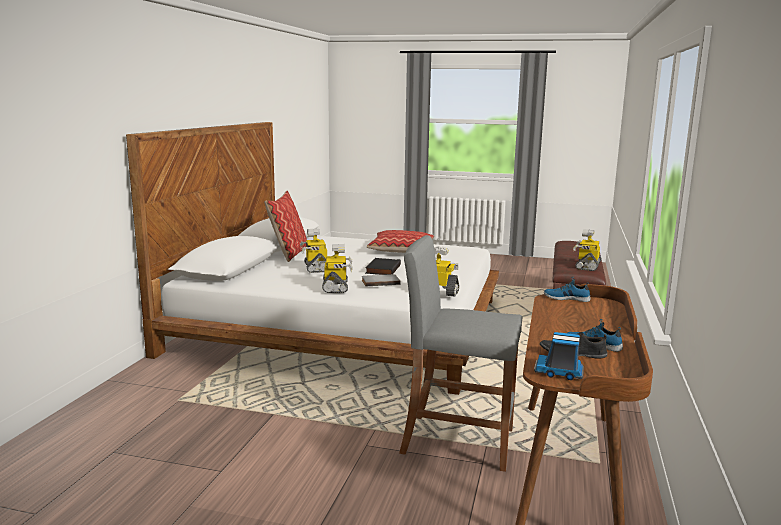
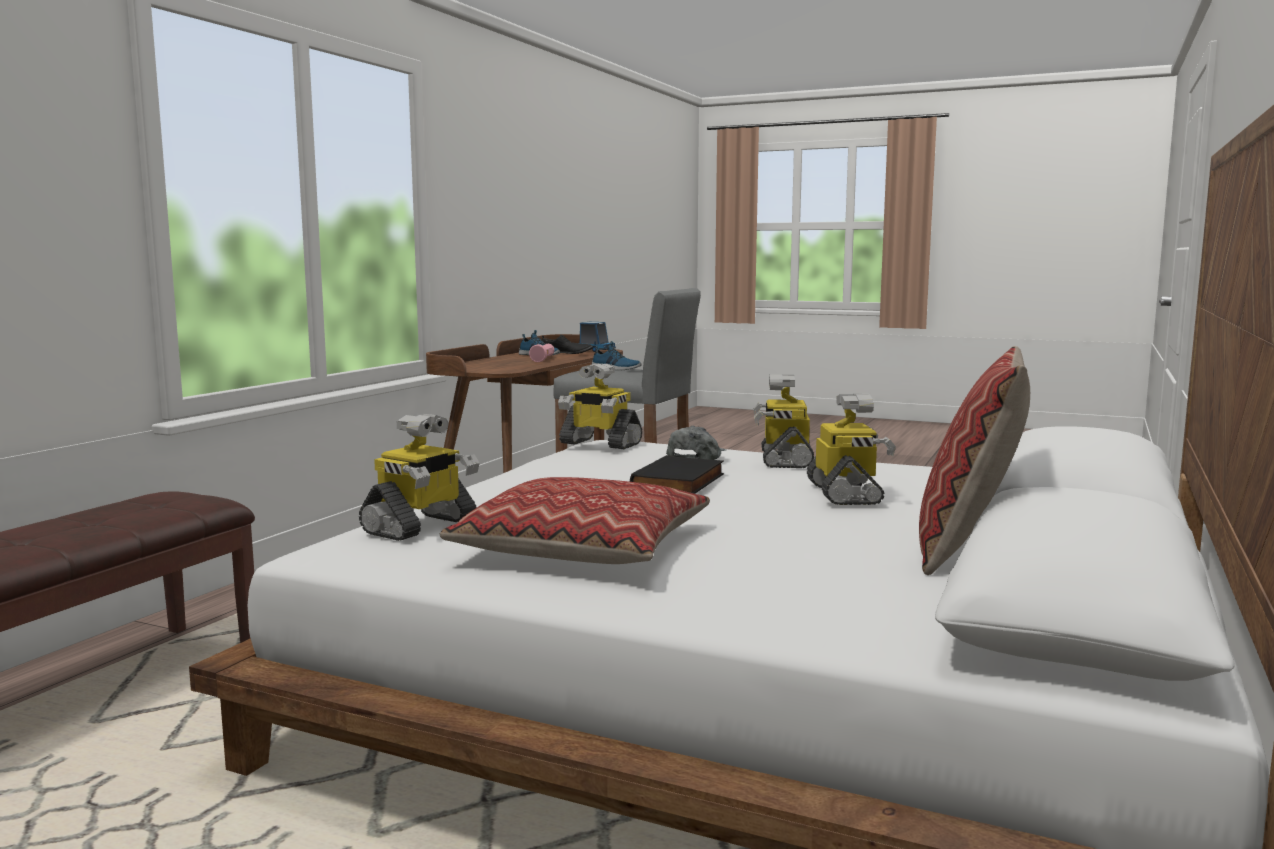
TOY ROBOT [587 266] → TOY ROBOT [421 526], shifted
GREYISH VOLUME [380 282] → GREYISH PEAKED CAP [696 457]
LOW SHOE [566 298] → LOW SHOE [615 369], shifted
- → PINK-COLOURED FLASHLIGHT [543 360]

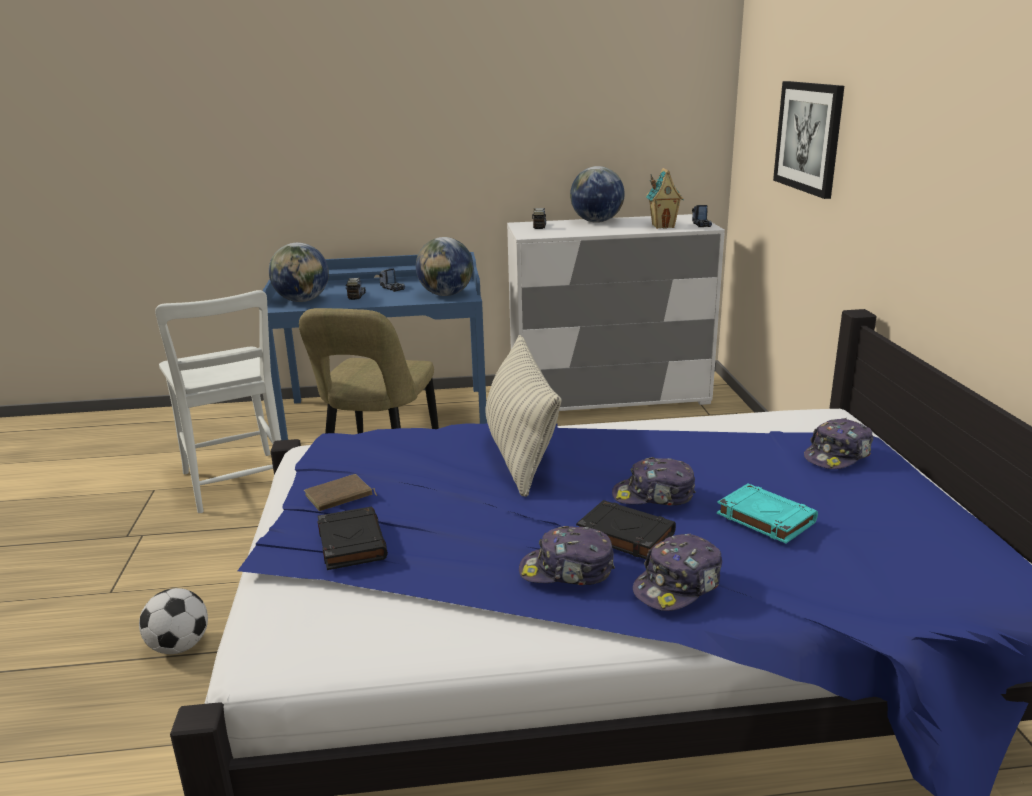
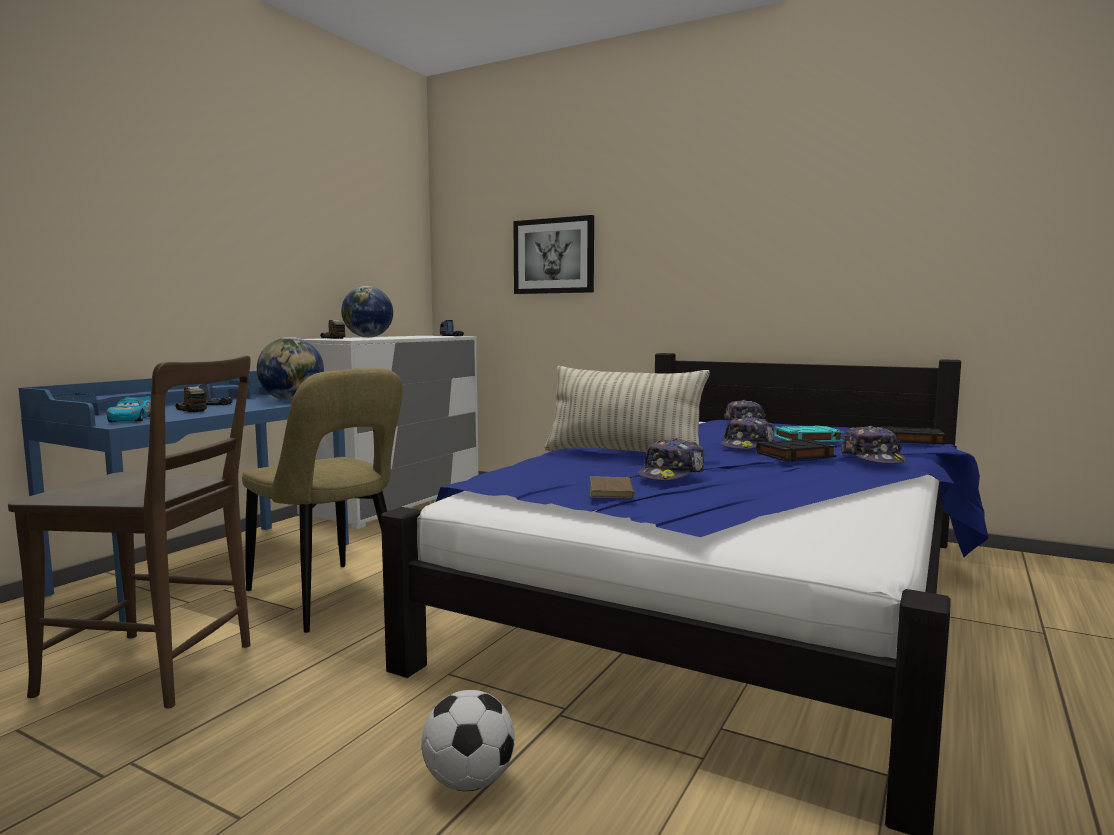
MINIATURE HOUSE [663 226] → -
GLOBE [302 300] → MODEL CAR [131 419]
WHITISH CHAIR [236 485] → BROWN-COLOURED CHAIR [158 670]
BLACK VOLUME [351 543] → BLACK VOLUME [910 440], shifted
PEAKED CAP [567 571] → PEAKED CAP [672 474], shifted

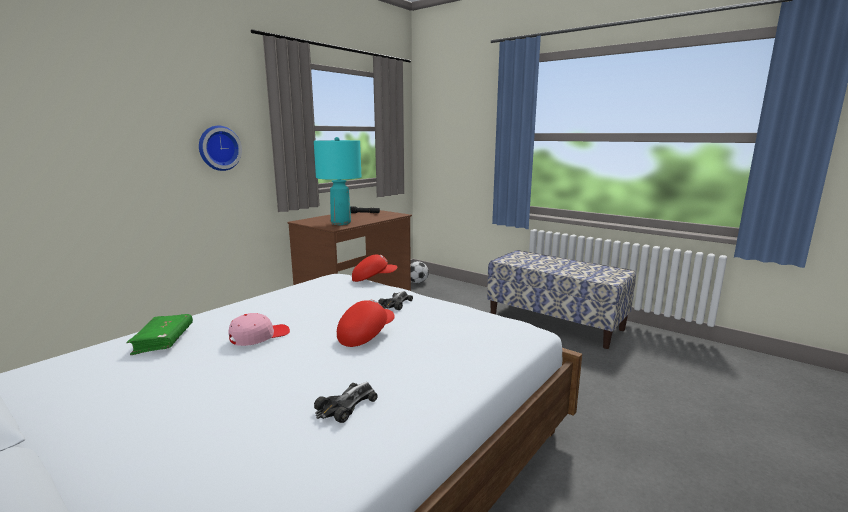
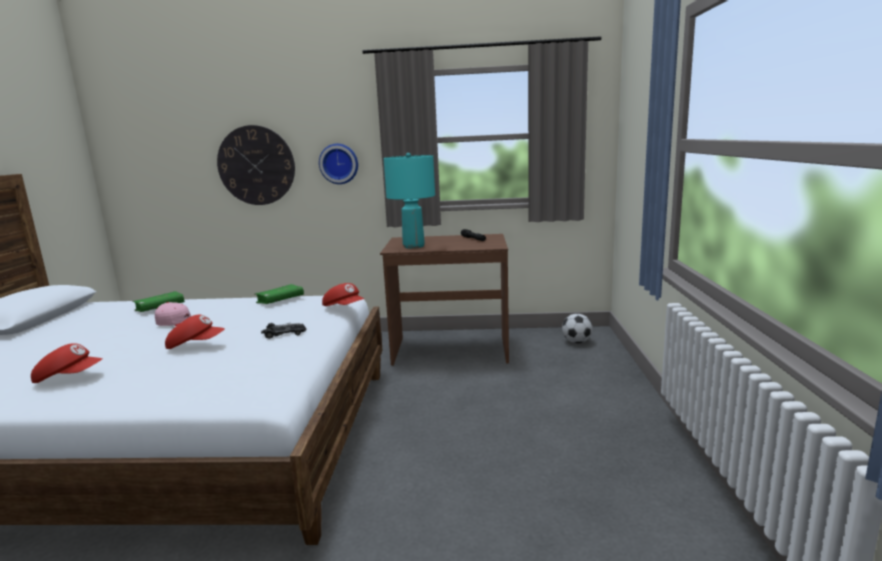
LONG SEAT [555 322] → -
MODEL CAR [347 406] → RED PEAKED CAP [70 378]
- → CLOCK ON THE WALL [256 165]
- → GREEN-COLOURED VOLUME [280 300]

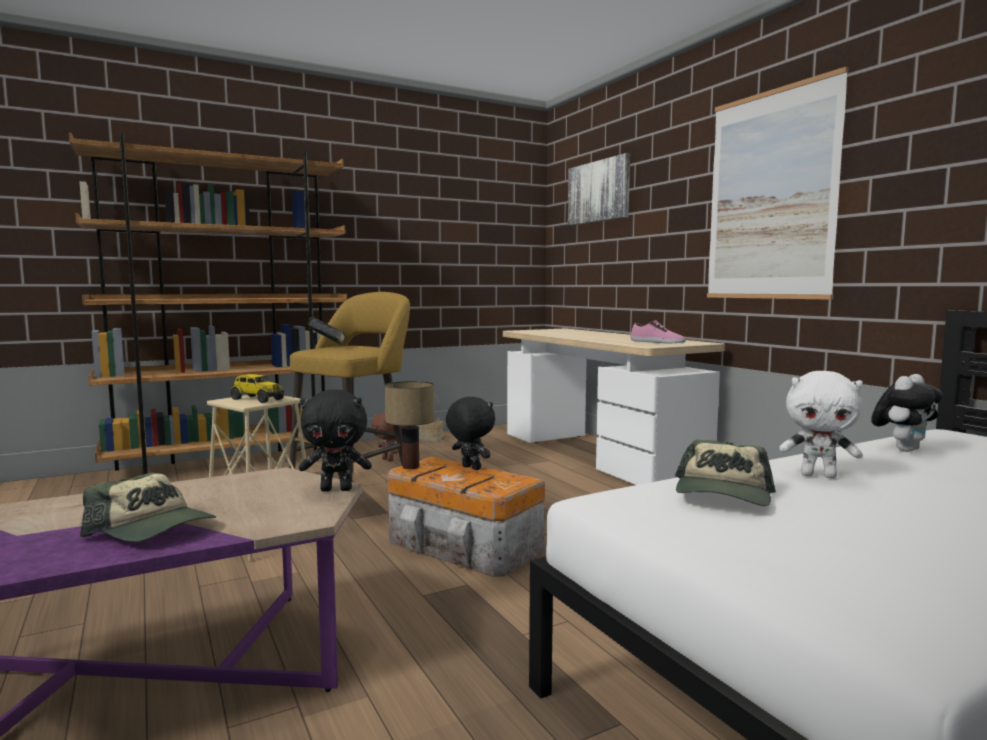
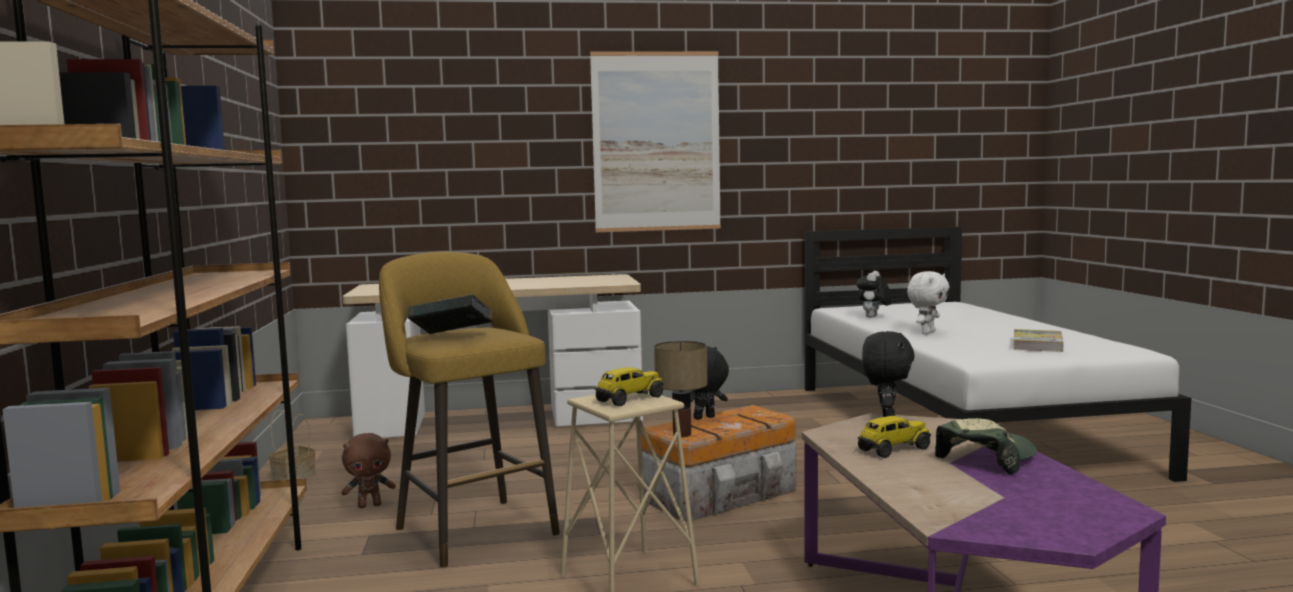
WALL ART [599 191] → -
LOW SHOE [657 342] → -
CUDDLY TOY [903 449] → CUDDLY TOY [873 317], 135 degrees counterclockwise
PEAKED CAP [723 494] → -
- → VOLUME [1037 344]
- → TOY TRUCK [893 450]

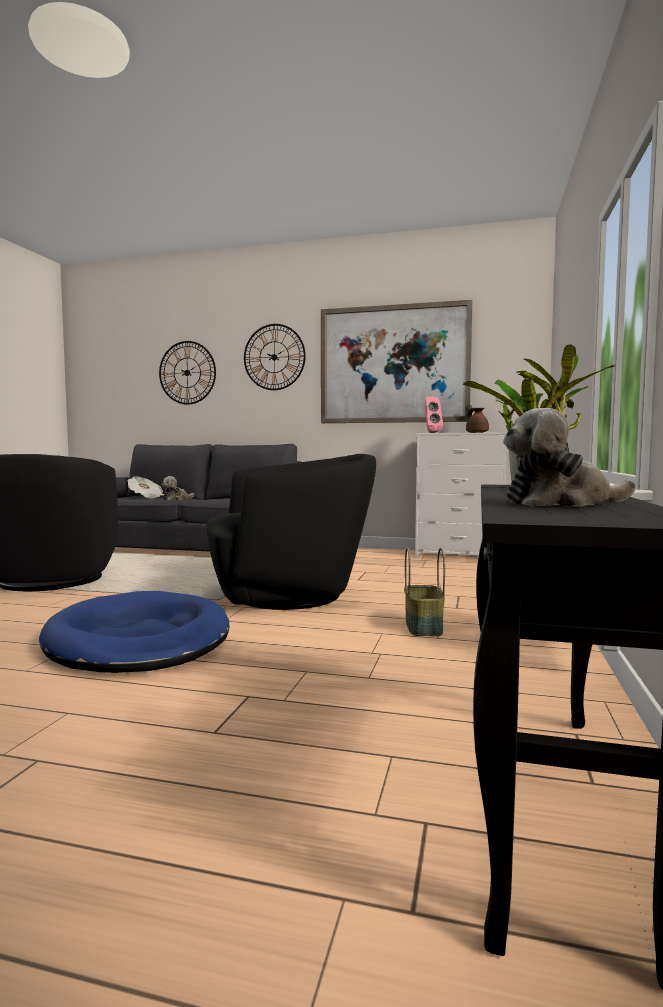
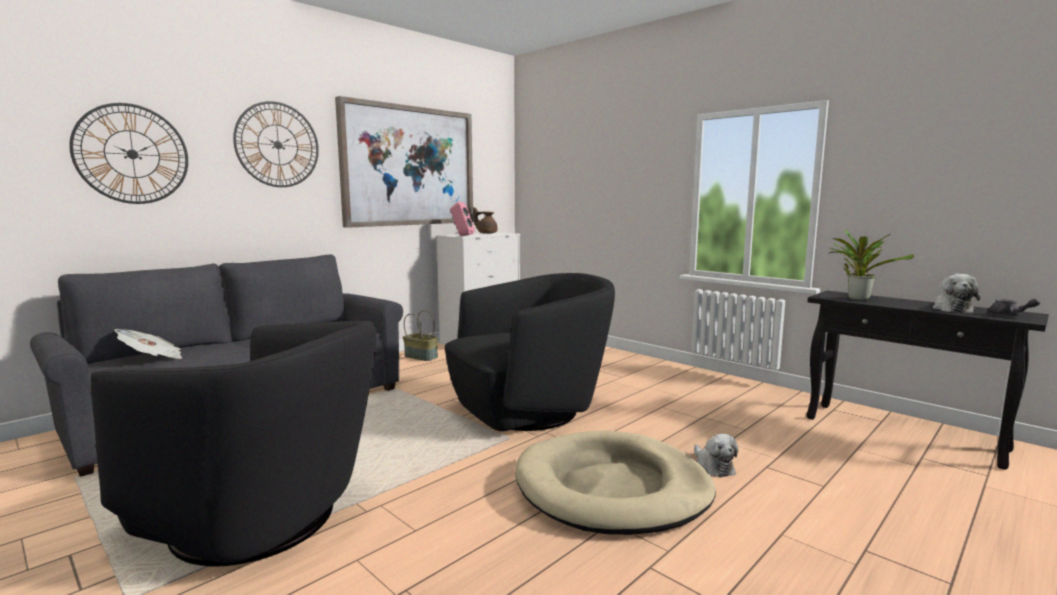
BLACK EASY CHAIR [290 595] → BLACK EASY CHAIR [530 411], 45 degrees clockwise
CUDDLY TOY [176 499] → CUDDLY TOY [713 466], shifted
HOUSEHOLD BASKET [424 627] → HOUSEHOLD BASKET [421 356], shifted
BLUE DOG CUSHION [139 640] → SAND-COLOURED DOG CUSHION [612 488]
- → GREYISH POT FOR TEA [1009 315]

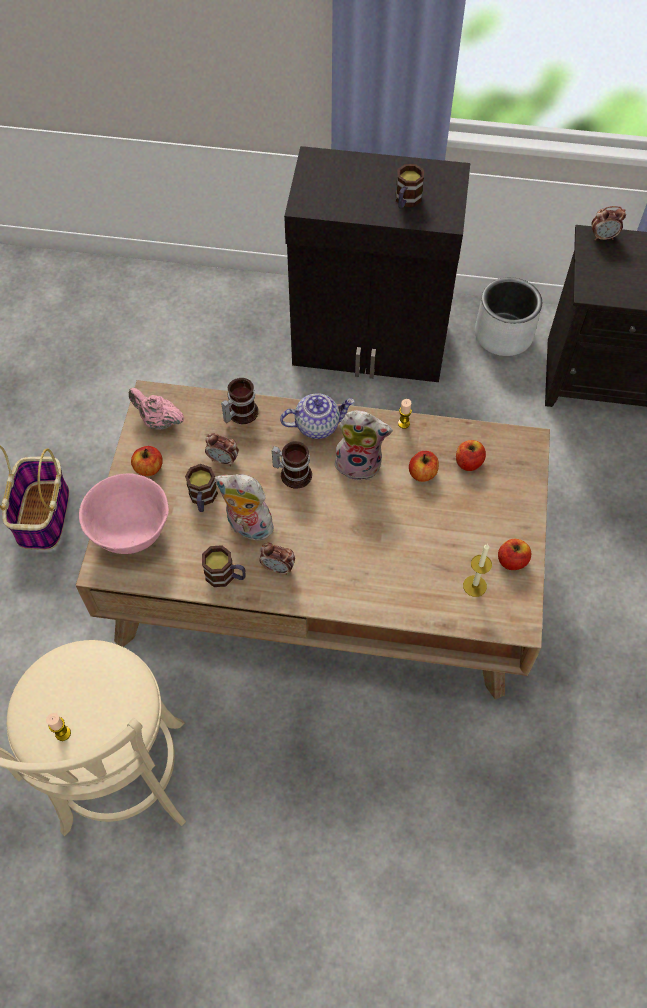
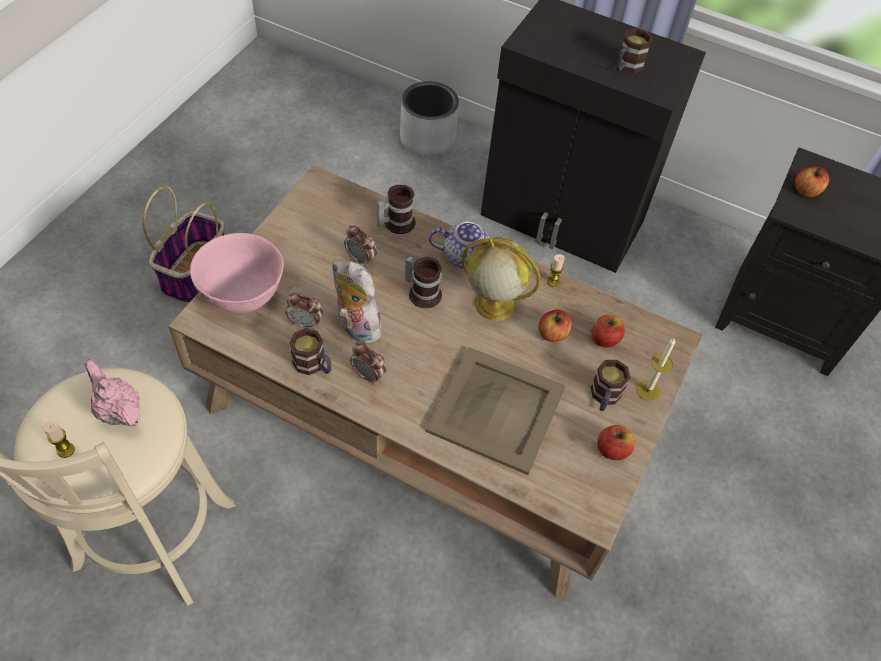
ALARM CLOCK [603 237] → ALARM CLOCK [306 323], shifted
GREYISH PLANTER [503 334] → GREYISH PLANTER [427 138], shifted
PINK-COLOURED POT FOR TEA [158 421] → PINK-COLOURED POT FOR TEA [118 410], shifted
CUDDLY TOY [360 463] → GLOBE [493 304]
WHOLE APPLE [149 468] → WHOLE APPLE [806 191], shifted
MUG [203 499] → MUG [604 397], shifted
CANDLE [474 586] → CANDLE [648 390], shifted
- → SAND-COLOURED TRAY [495 410]

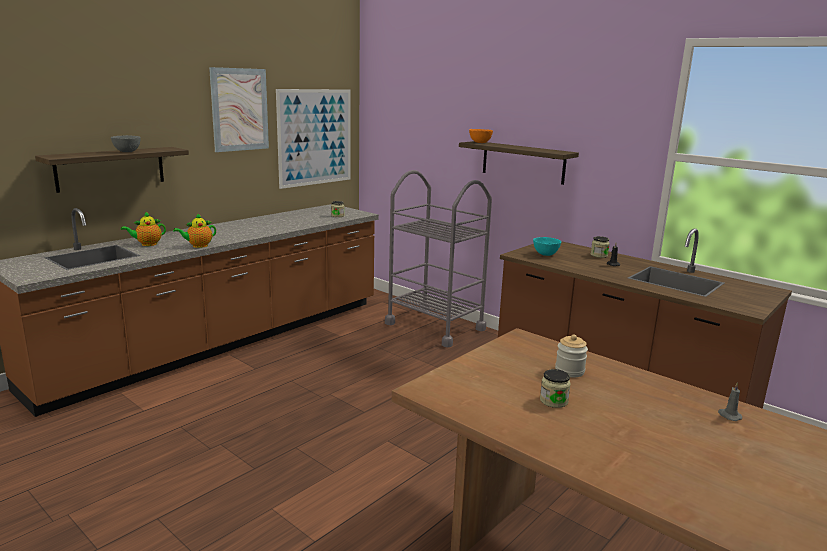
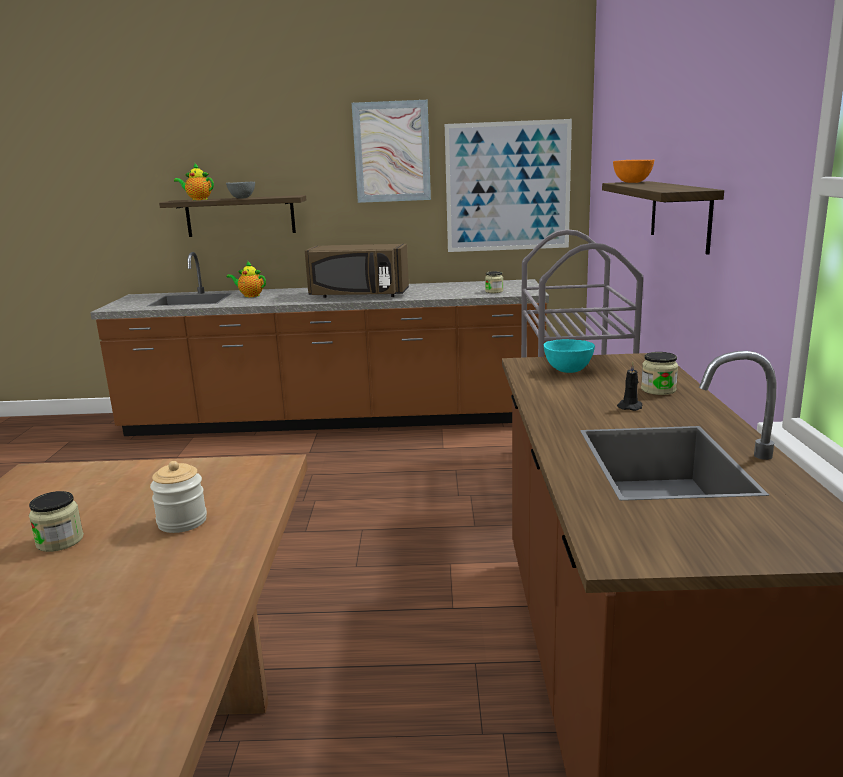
POT FOR TEA [198 246] → POT FOR TEA [198 199], shifted
GREYISH CANDLE [729 416] → -
- → BROWN-COLOURED KITCHEN MICROWAVE [358 295]

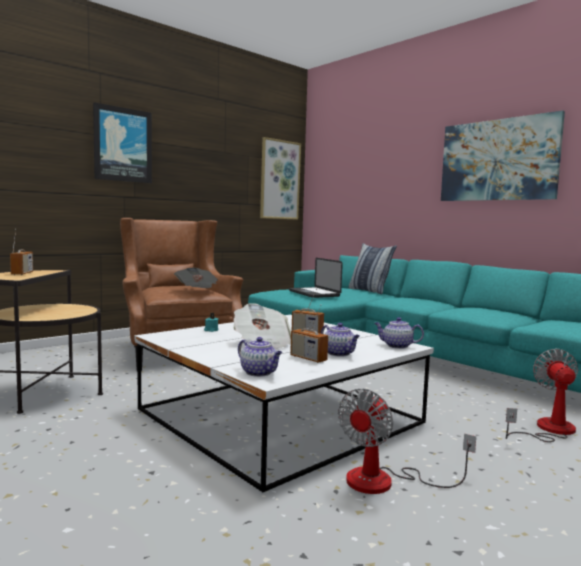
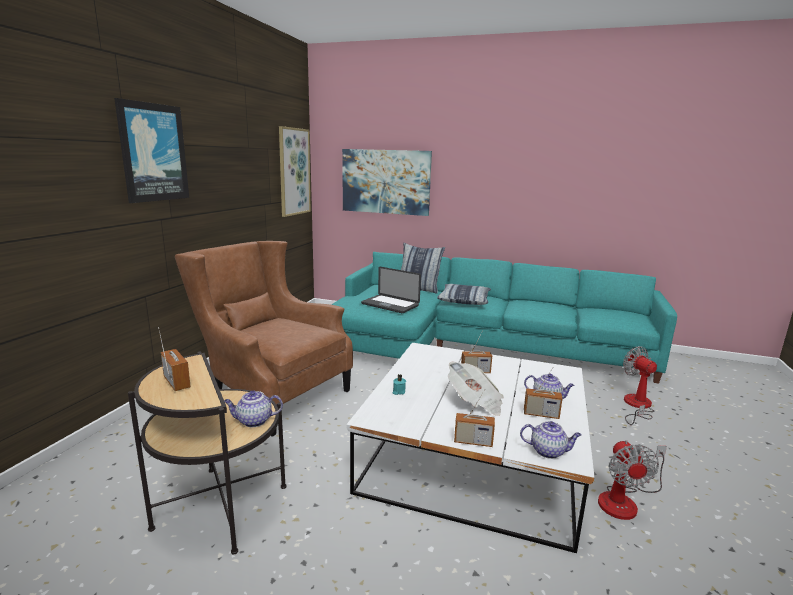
WALL ART [498 160] → WALL ART [385 181], shifted
DAILY PAPER [197 290] → -
POT FOR TEA [396 346] → POT FOR TEA [253 421], shifted
- → CUSHION [464 300]
- → RADIO SET [473 441]

